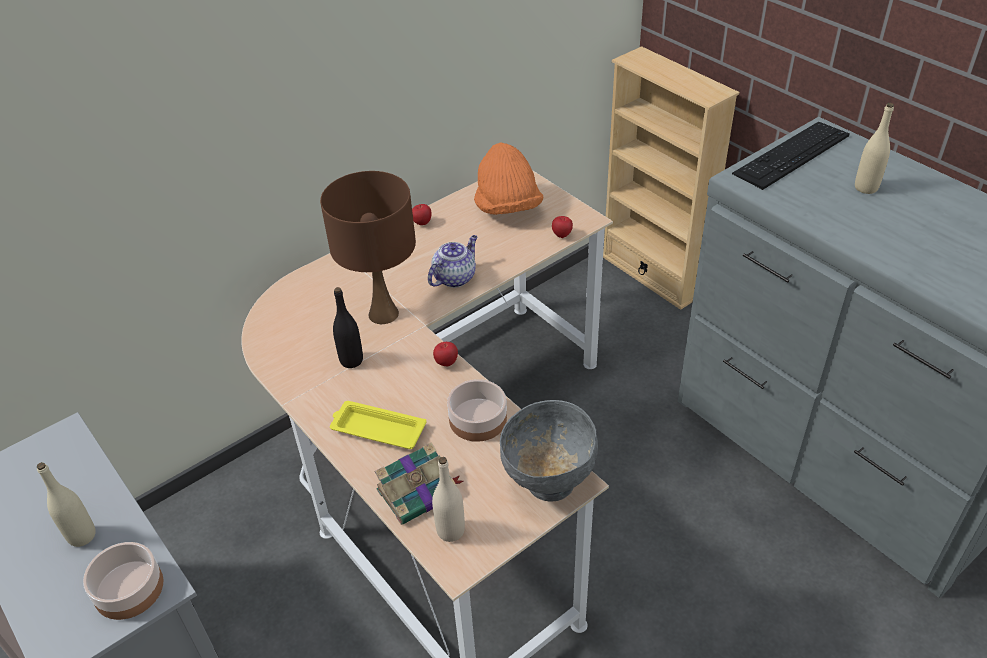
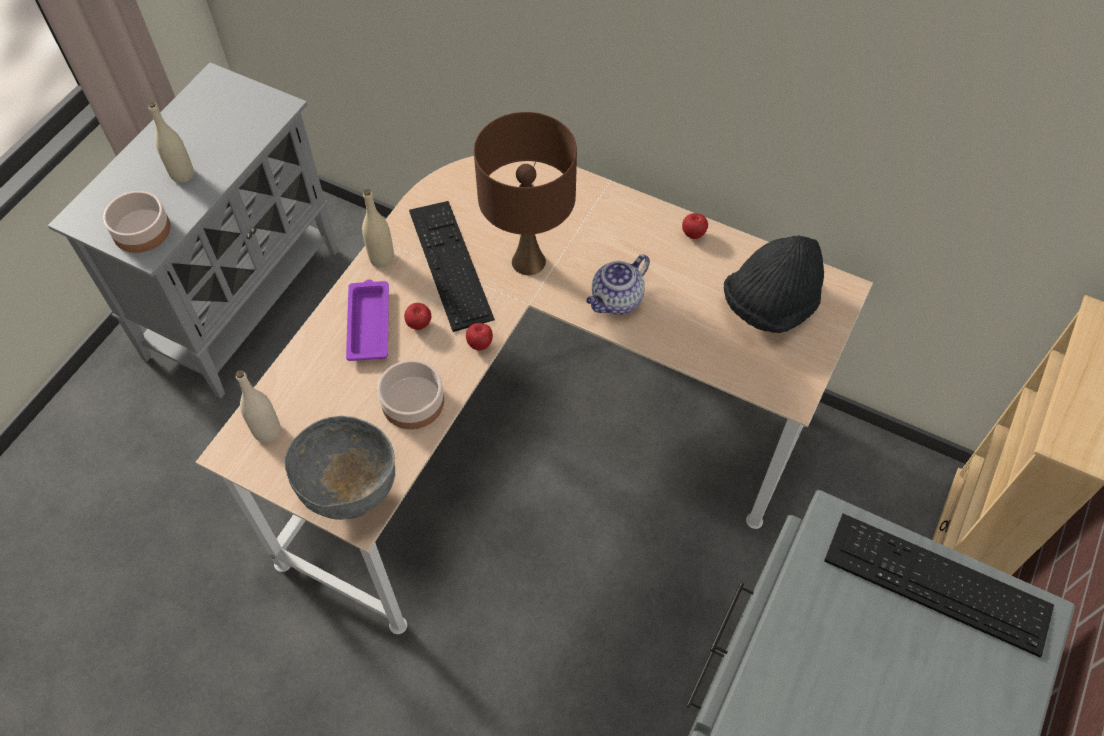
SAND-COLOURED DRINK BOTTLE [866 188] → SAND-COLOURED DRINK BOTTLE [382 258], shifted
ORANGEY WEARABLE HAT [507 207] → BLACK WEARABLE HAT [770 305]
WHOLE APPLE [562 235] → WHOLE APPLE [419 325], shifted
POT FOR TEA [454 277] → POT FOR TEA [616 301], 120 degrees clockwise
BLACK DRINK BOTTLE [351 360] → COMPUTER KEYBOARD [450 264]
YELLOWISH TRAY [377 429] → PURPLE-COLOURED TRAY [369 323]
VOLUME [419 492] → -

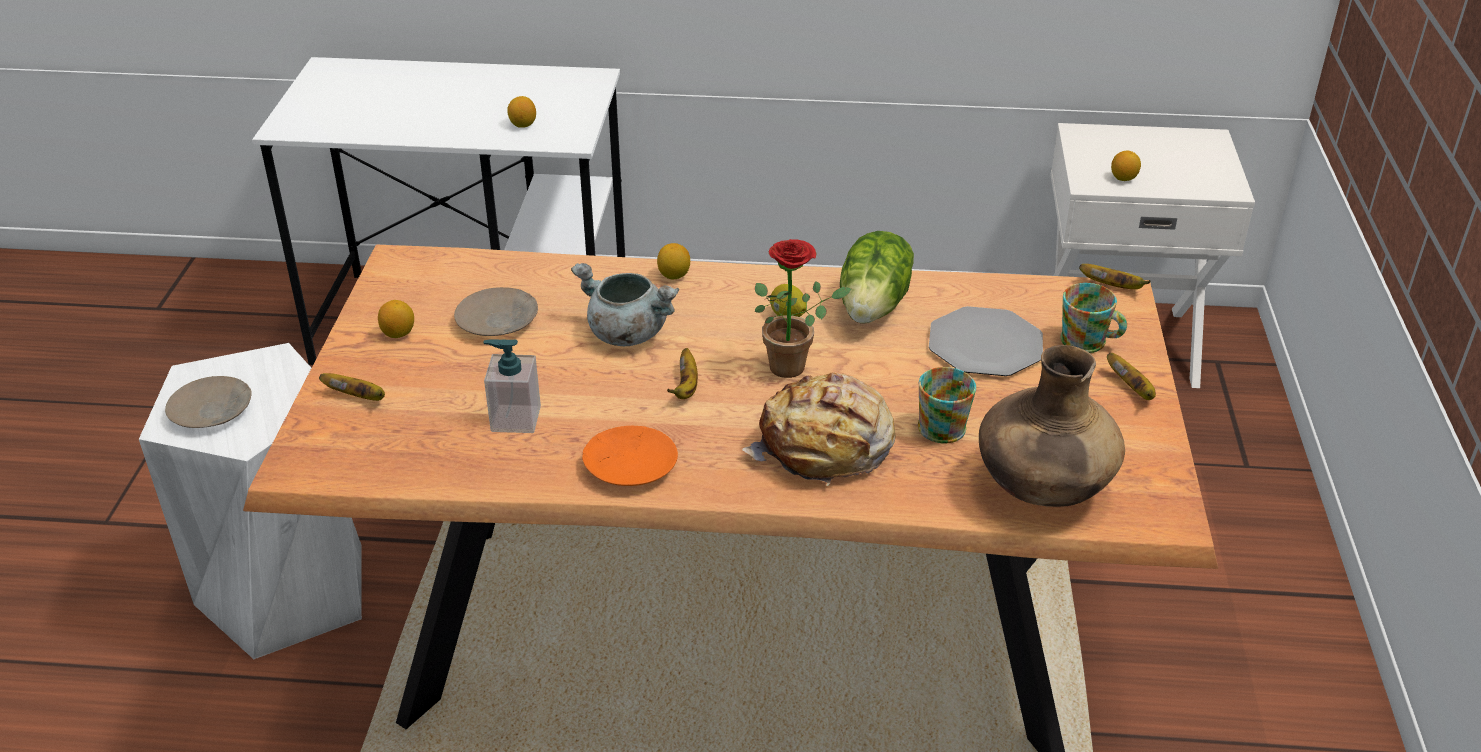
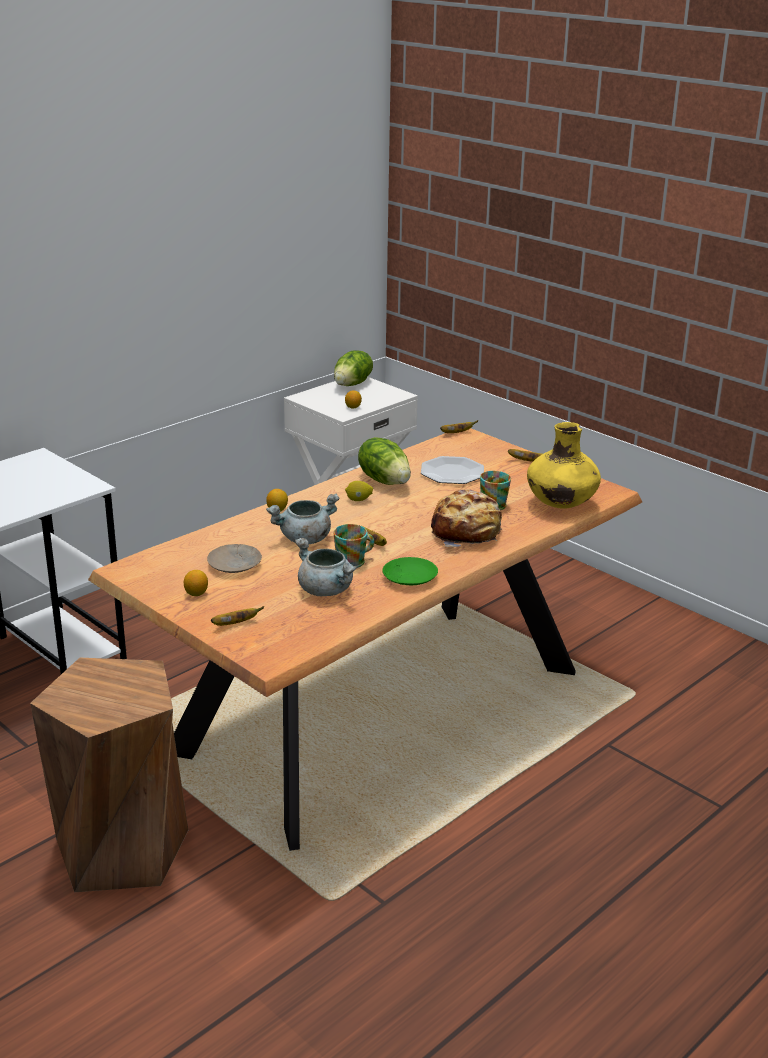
CITRUS FRUIT [523 125] → -
POTTED PLANT [795 366] → -
MUG [1089 342] → MUG [354 561], shifted
SOAP BOTTLE [515 419] → GREYISH COOKING POT [327 590]
WHITISH STOOL [287 592] → BROWN-COLOURED STOOL [121 849]
BROWN-COLOURED DECORATIVE VASE [1042 489] → YELLOWISH DECORATIVE VASE [561 504]
SAND-COLOURED FLAT DISH [212 411] → -
ORANGEY FLAT DISH [629 465] → GREEN-COLOURED FLAT DISH [409 578]
- → LETTUCE HEAD [353 384]

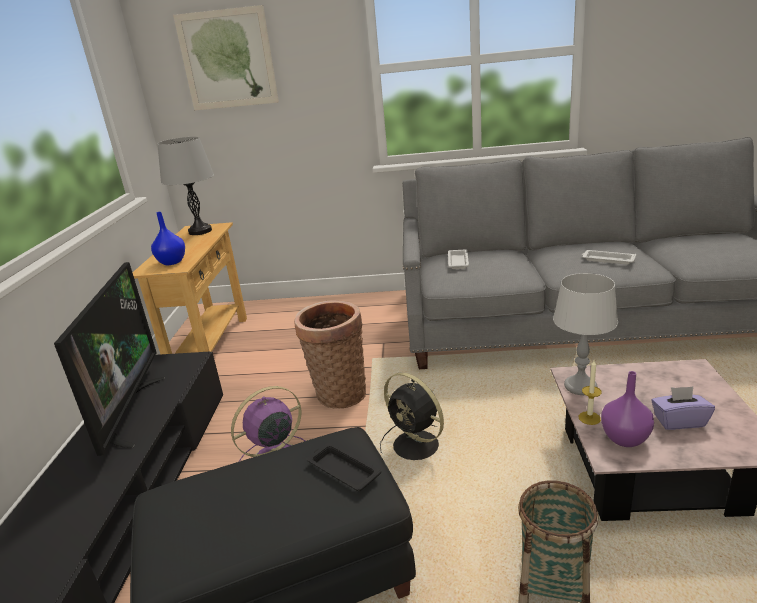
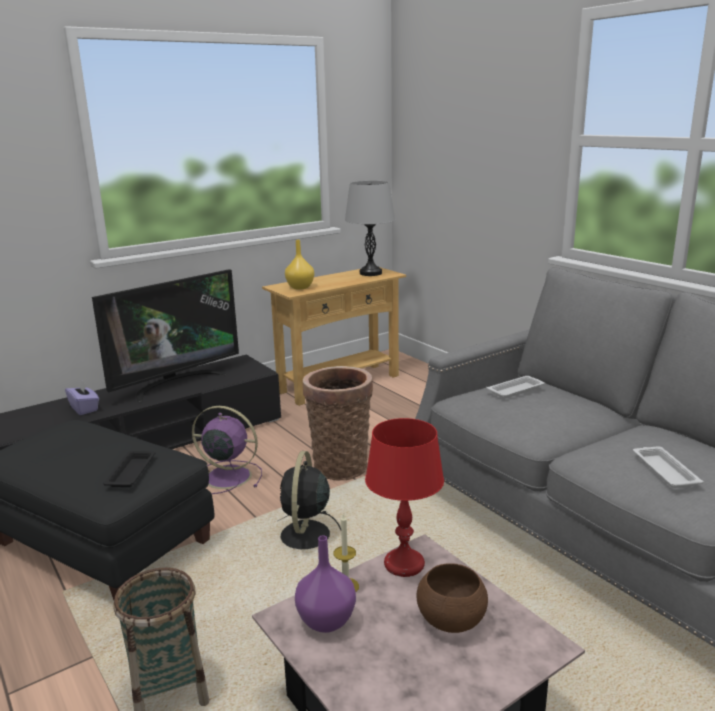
WALL ART [227 59] → -
BLUE DECORATIVE VASE [171 262] → YELLOWISH DECORATIVE VASE [300 287]
GREYISH LAMP FOR A TABLE [580 386] → RED LAMP FOR A TABLE [404 563]
PURPLE-COLOURED TISSUE BOX [679 421] → PURPLE-COLOURED TISSUE BOX [84 408], shifted
- → BROWN-COLOURED BOWL [451 621]

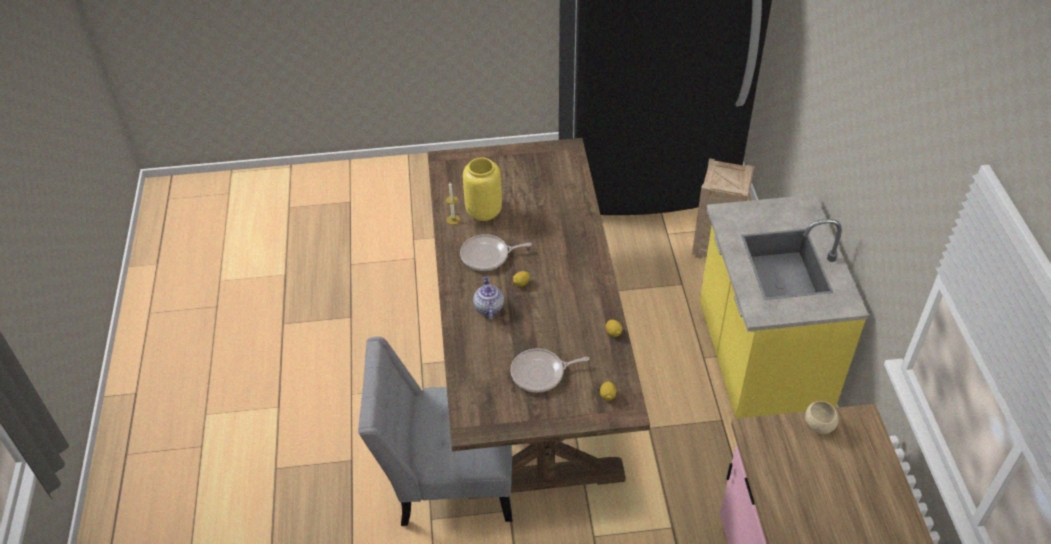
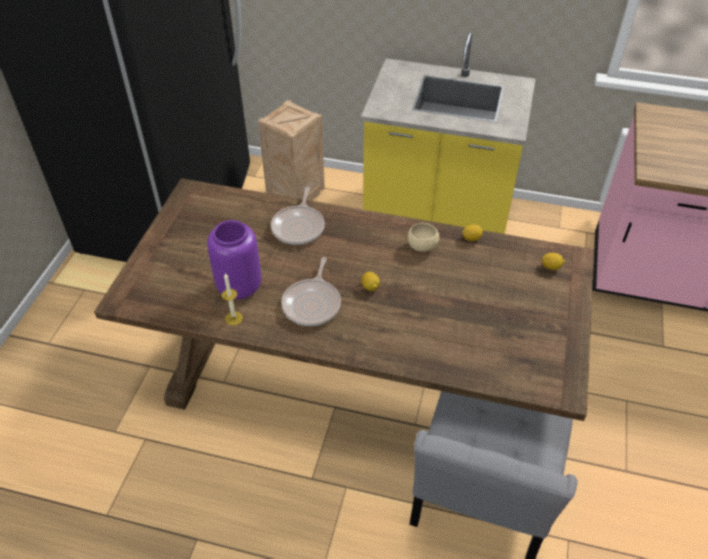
YELLOWISH DECORATIVE VASE [484 211] → PURPLE-COLOURED DECORATIVE VASE [239 286]
POT FOR TEA [488 307] → -
FRYING PAN [540 373] → FRYING PAN [299 227], shifted
SAND-COLOURED BOWL [819 425] → SAND-COLOURED BOWL [422 246], shifted

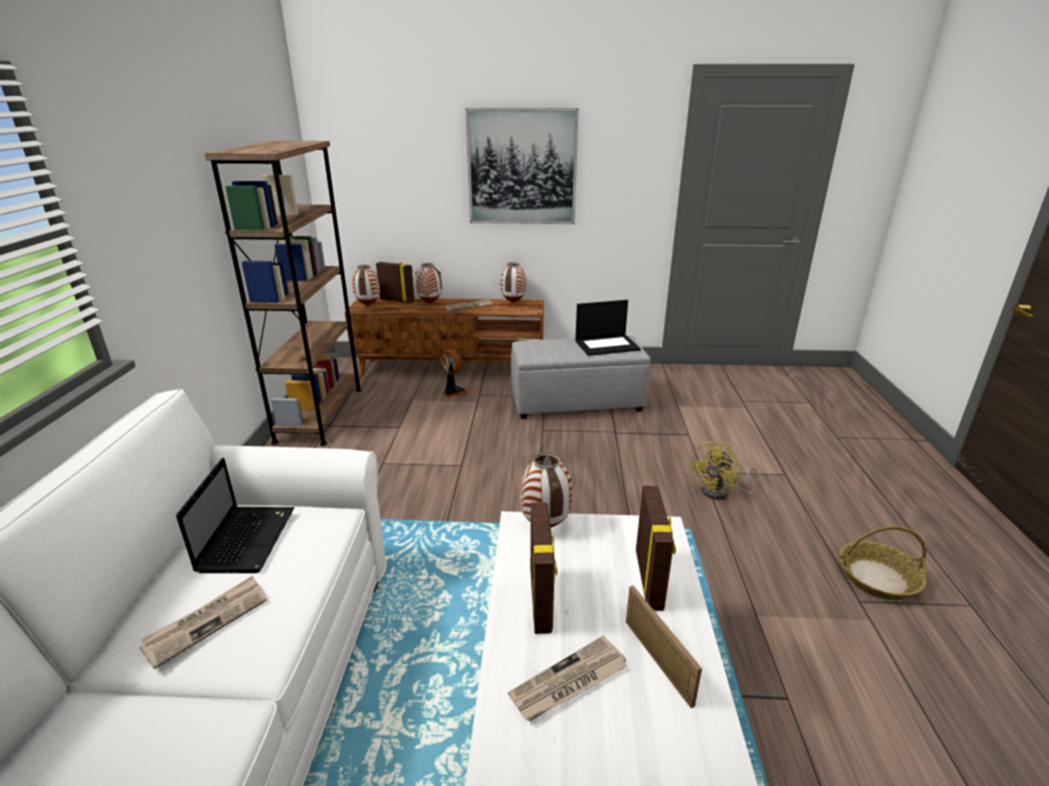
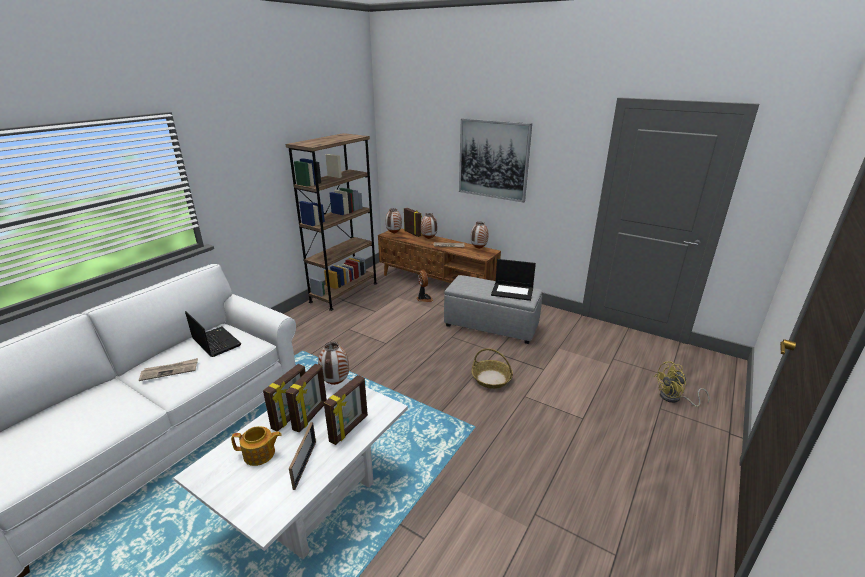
YELLOWISH FAN [721 492] → YELLOWISH FAN [674 398], shifted
PORTABLE COMPUTER [247 538] → PORTABLE COMPUTER [215 342], 75 degrees counterclockwise
HOUSEHOLD BASKET [877 578] → HOUSEHOLD BASKET [491 378], shifted
DAILY PAPER [569 682] → POT FOR TEA [260 454]
- → PHOTO FRAME [311 416]

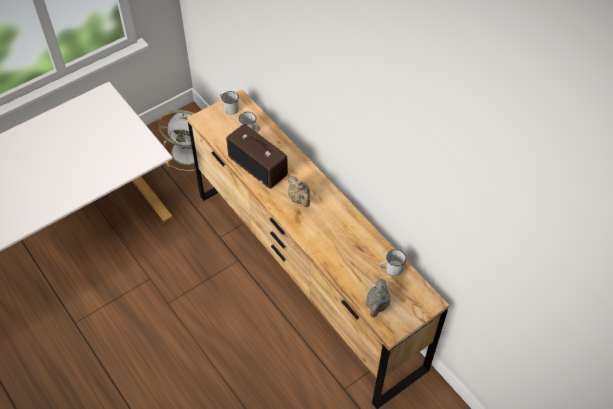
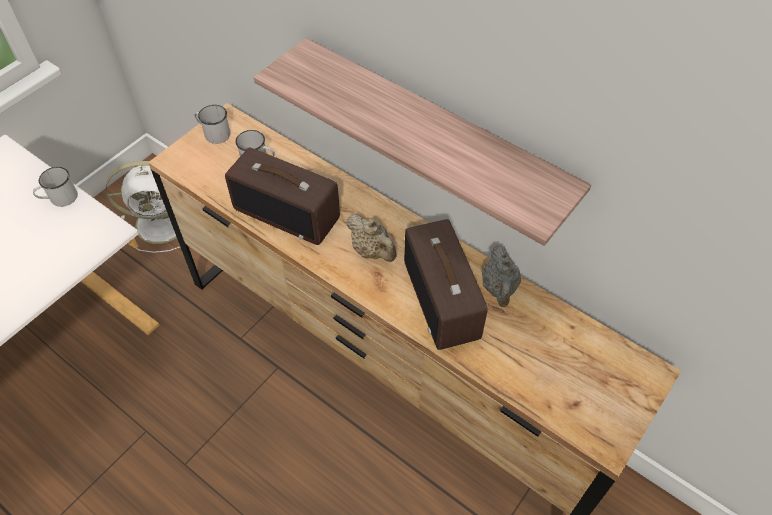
WHITISH MUG [391 268] → WHITISH MUG [59 198], shifted
GREYISH POT FOR TEA [377 305] → GREYISH POT FOR TEA [499 288], shifted
- → WALL SHELF [434 135]
- → RADIO SET [443 300]

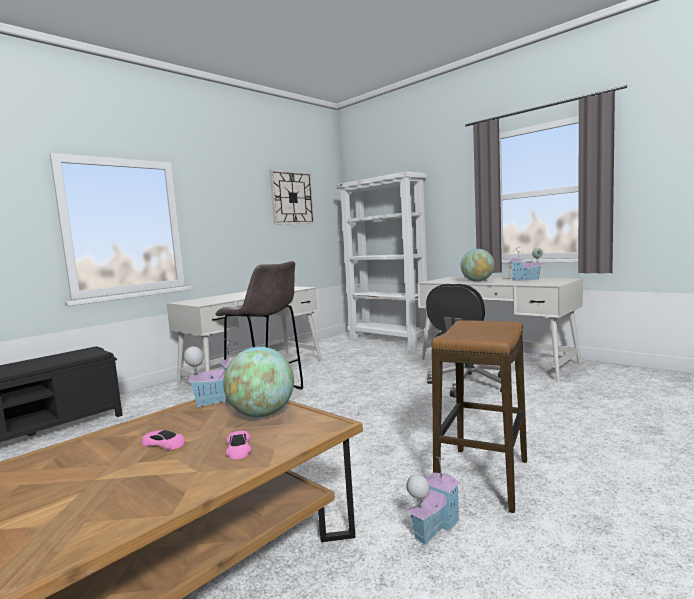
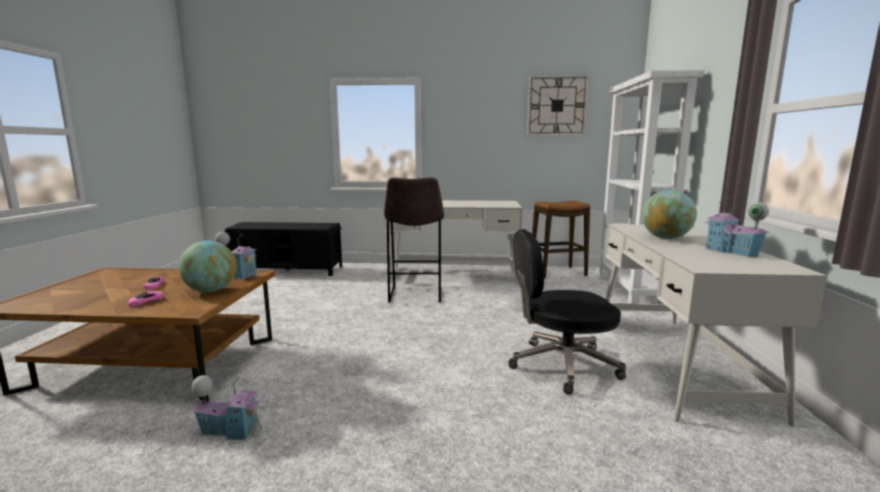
STOOL [483 478] → STOOL [557 273], shifted

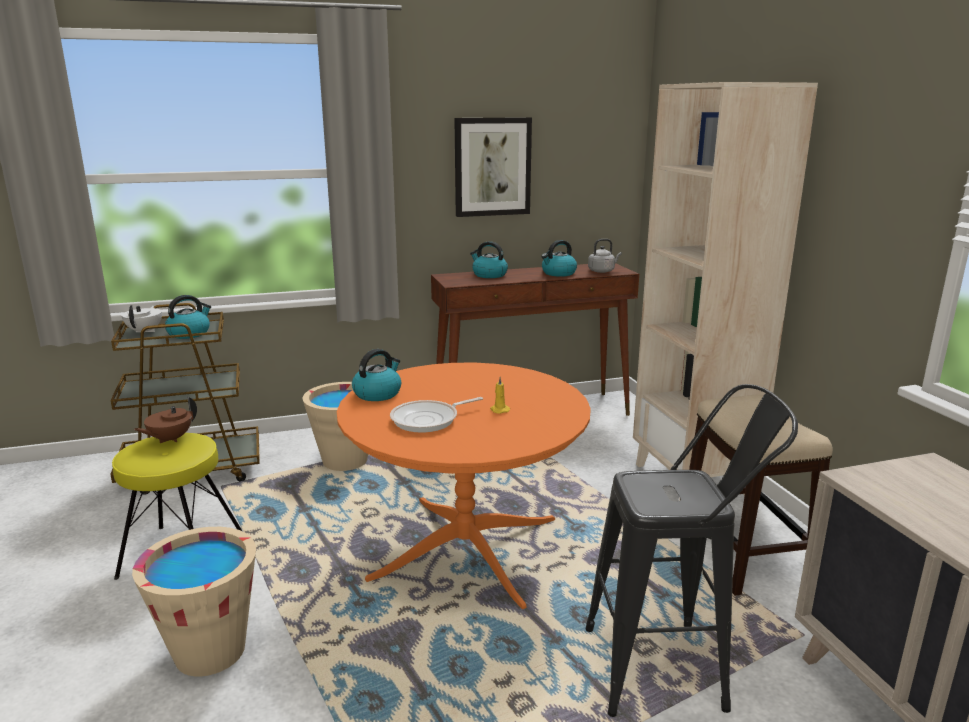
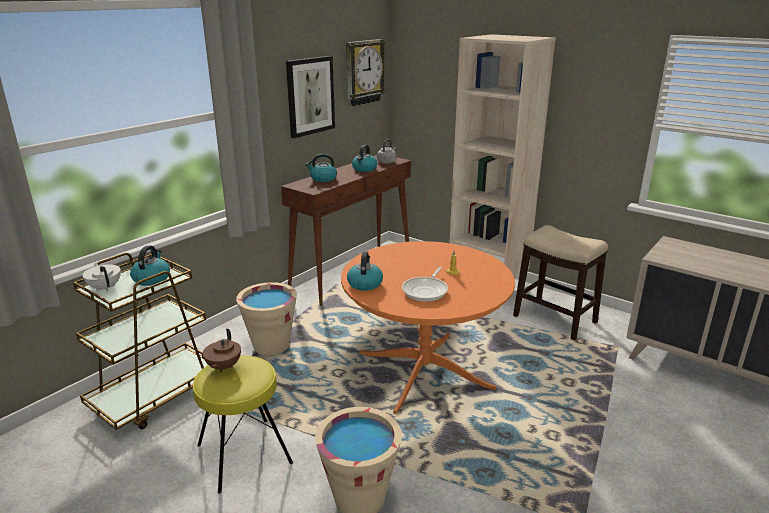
BLACK STOOL [670 668] → -
- → CLOCK ON THE WALL [363 72]

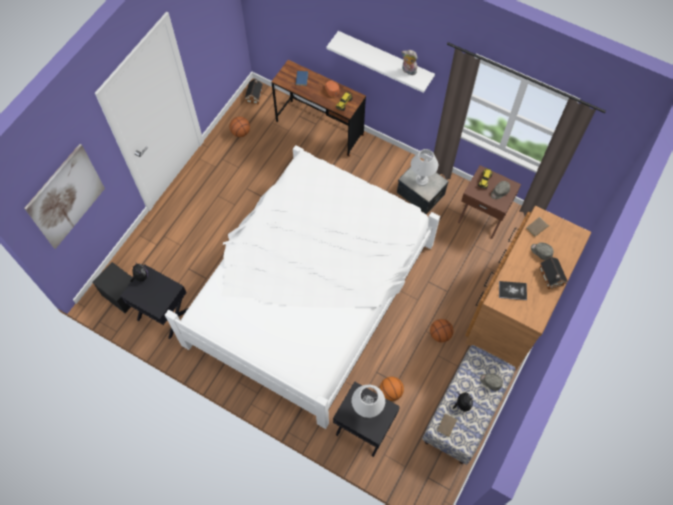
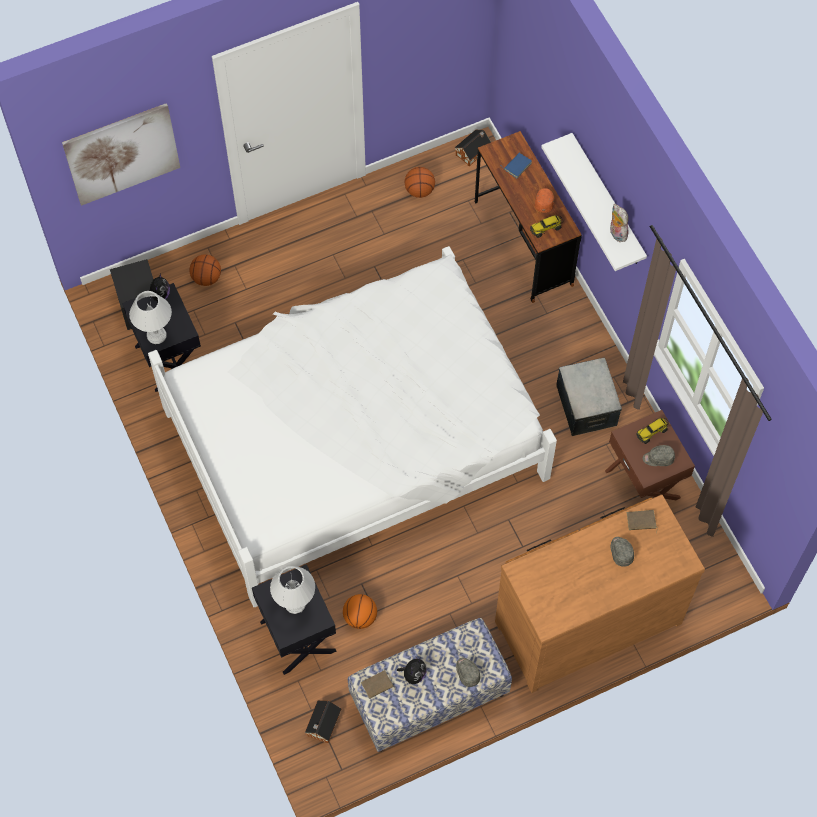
WHITISH LAMP FOR A TABLE [421 180] → WHITISH LAMP FOR A TABLE [156 335], shifted
MINIATURE HOUSE [551 277] → MINIATURE HOUSE [322 725], shifted
VOLUME [512 290] → -
BASKETBALL BALL [440 334] → BASKETBALL BALL [206 278], shifted

